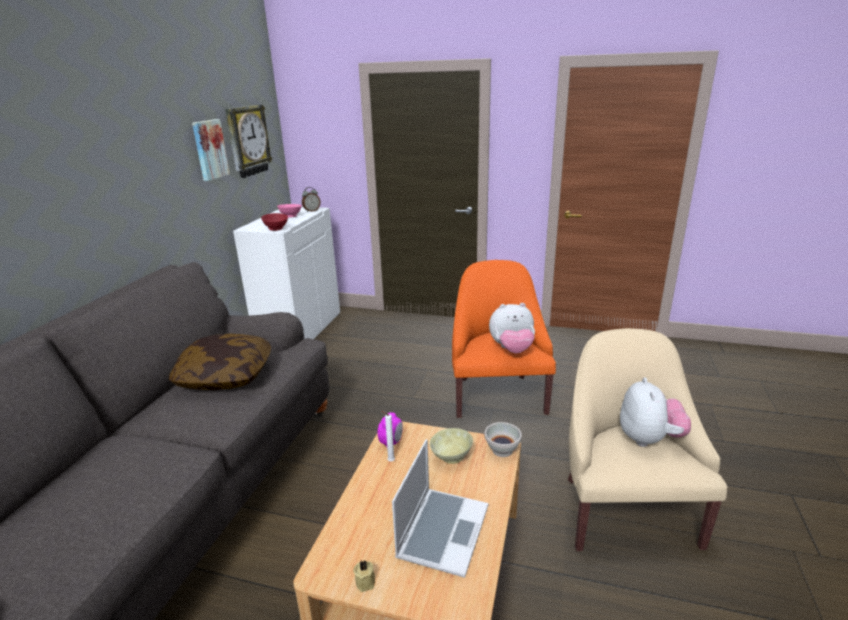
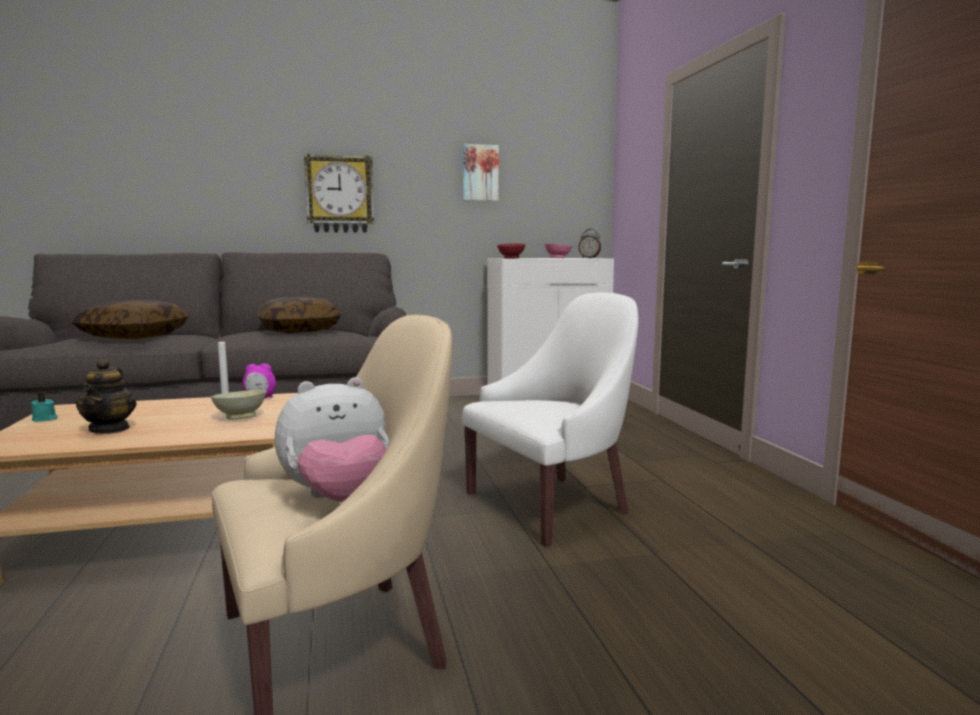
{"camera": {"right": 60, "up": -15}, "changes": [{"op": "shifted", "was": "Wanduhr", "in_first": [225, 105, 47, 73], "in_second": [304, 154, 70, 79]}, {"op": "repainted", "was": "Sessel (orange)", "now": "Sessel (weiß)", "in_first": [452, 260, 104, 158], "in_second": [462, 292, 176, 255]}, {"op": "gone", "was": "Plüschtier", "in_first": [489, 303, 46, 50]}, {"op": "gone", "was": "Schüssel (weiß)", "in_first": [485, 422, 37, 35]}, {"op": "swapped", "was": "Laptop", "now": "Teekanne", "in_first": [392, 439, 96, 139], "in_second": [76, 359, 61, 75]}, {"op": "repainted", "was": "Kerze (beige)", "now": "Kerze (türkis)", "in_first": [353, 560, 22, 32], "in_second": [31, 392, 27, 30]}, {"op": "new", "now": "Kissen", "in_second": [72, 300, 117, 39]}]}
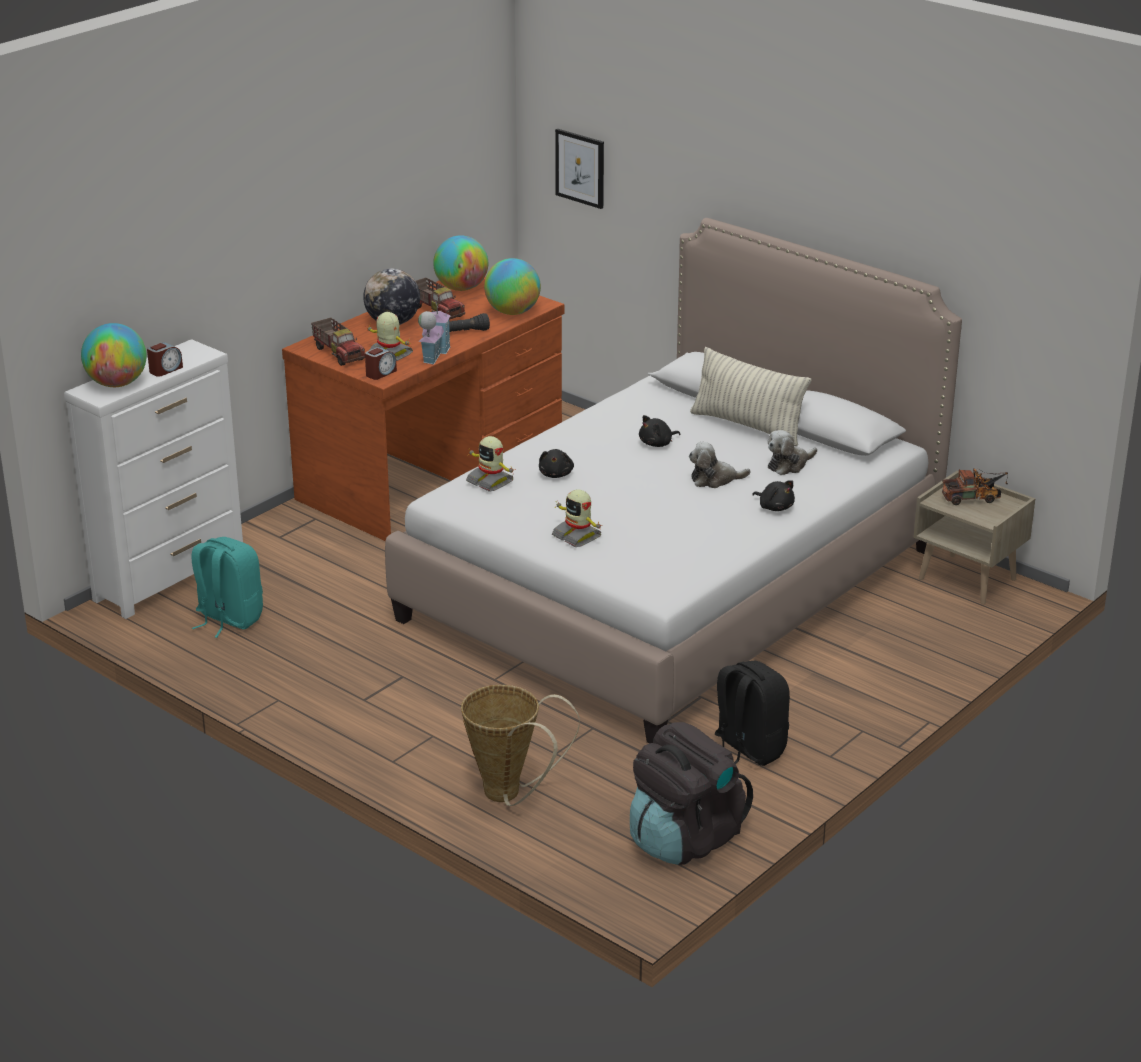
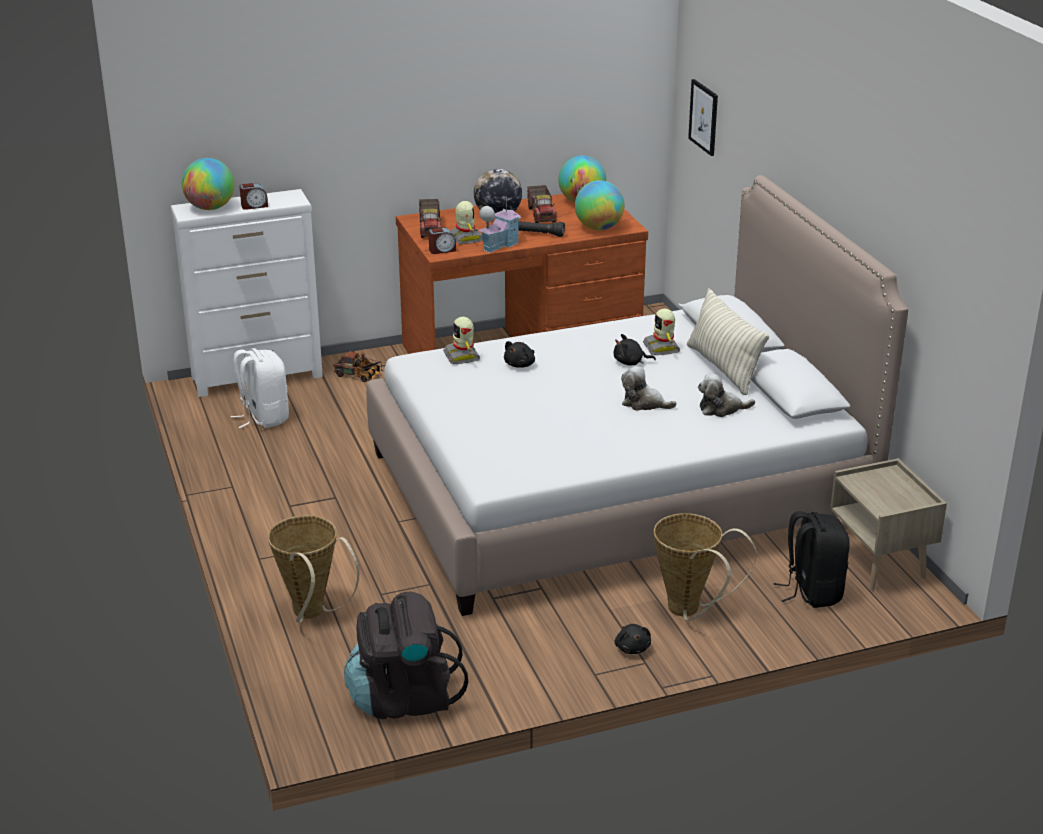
{"camera": {"right": 30, "up": 0}, "changes": [{"op": "shifted", "was": "Spielzeuglaster", "in_first": [942, 468, 66, 37], "in_second": [333, 350, 50, 32]}, {"op": "shifted", "was": "Plüschtier (schwarz)", "in_first": [752, 480, 43, 31], "in_second": [615, 624, 36, 30]}, {"op": "shifted", "was": "Spielzeugroboter", "in_first": [552, 489, 50, 58], "in_second": [643, 309, 37, 46]}, {"op": "repainted", "was": "Rucksack (türkis)", "now": "Rucksack (weiß)", "in_first": [191, 537, 72, 101], "in_second": [231, 348, 58, 80]}, {"op": "shifted", "was": "Rucksack (schwarz)", "in_first": [715, 661, 75, 105], "in_second": [773, 511, 77, 97]}, {"op": "new", "now": "Korb", "in_second": [654, 513, 103, 108]}]}
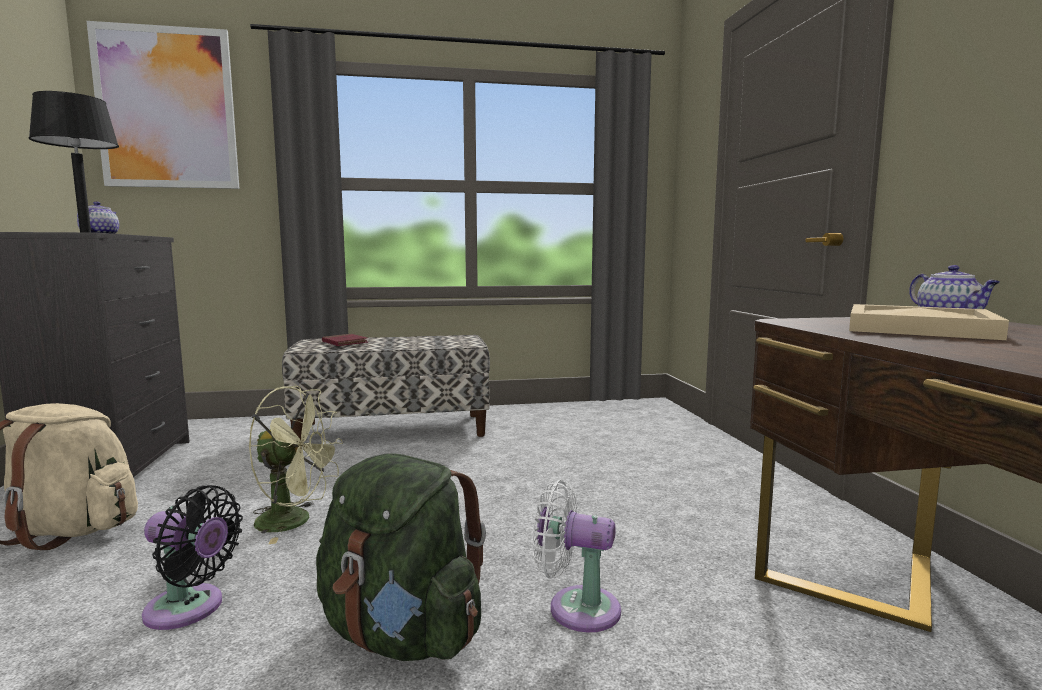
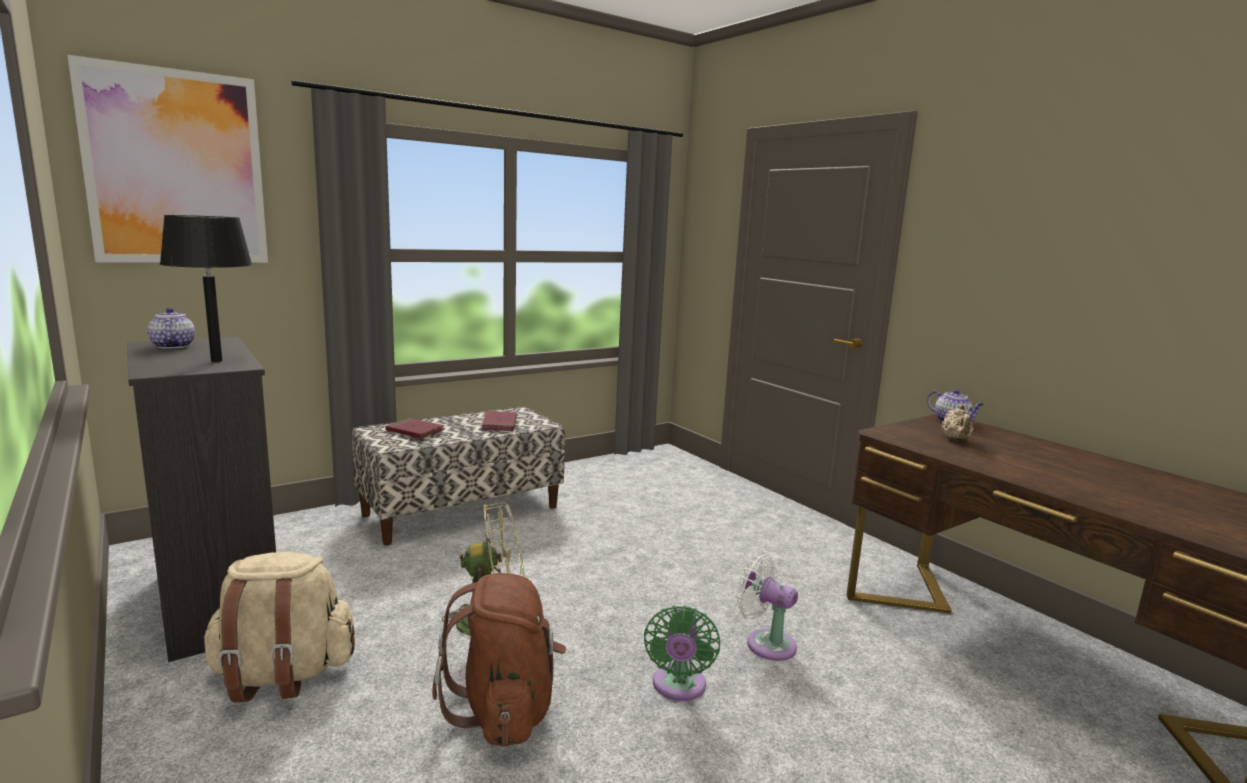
{"camera": {"right": -25, "up": 5}, "changes": [{"op": "swapped", "was": "Tablett (beige)", "now": "Teekanne (beige)", "in_first": [849, 304, 160, 36], "in_second": [942, 404, 31, 37]}, {"op": "swapped", "was": "Rucksack (grün)", "now": "Ventilator (grün)", "in_first": [316, 453, 170, 208], "in_second": [644, 605, 76, 96]}, {"op": "rotated", "was": "Ventilator (weiß)", "in_first": [533, 479, 88, 153], "in_second": [736, 554, 62, 107], "clockwise": 45}, {"op": "swapped", "was": "Ventilator (schwarz)", "now": "Rucksack (braun)", "in_first": [142, 485, 101, 145], "in_second": [432, 573, 135, 174]}, {"op": "new", "now": "Buch (rot)", "in_second": [482, 411, 35, 20]}]}
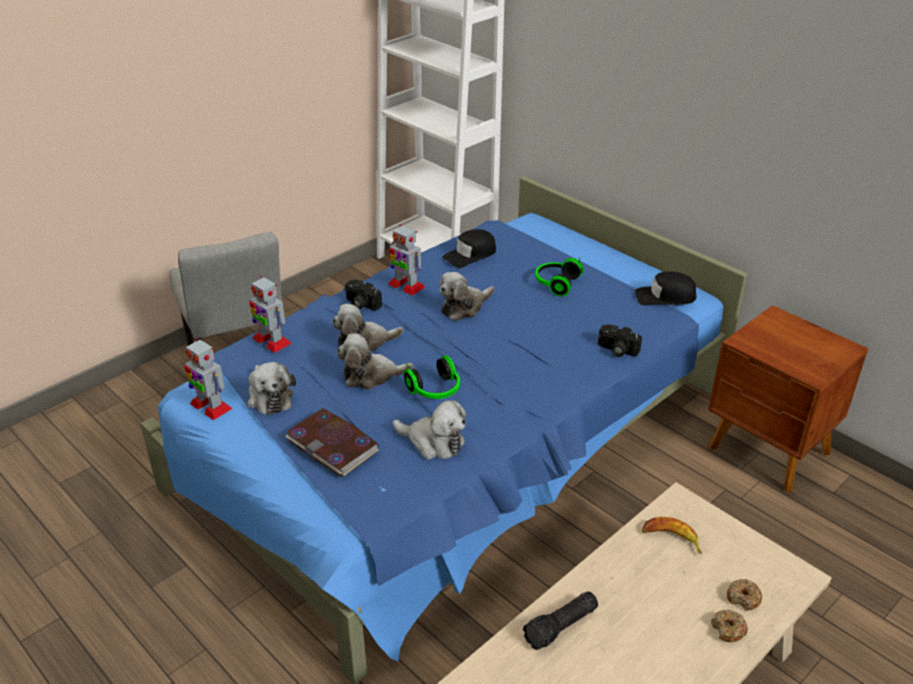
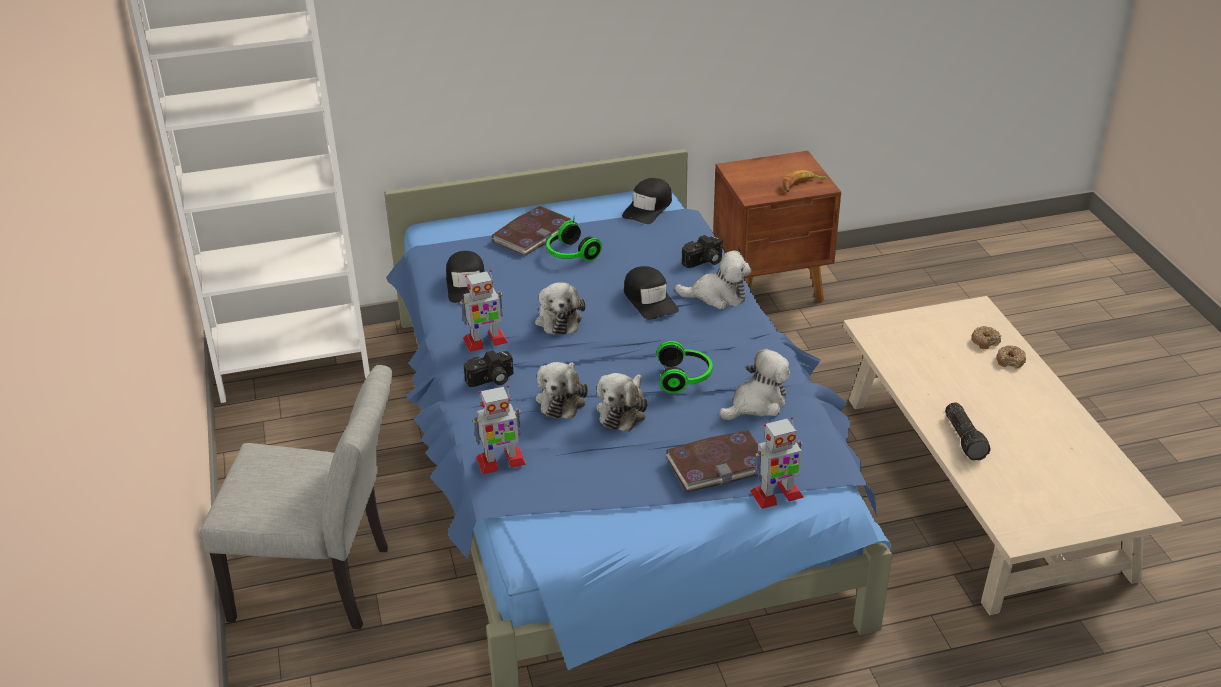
{"camera": {"right": -60, "up": 0}, "changes": [{"op": "shifted", "was": "Spielzeugroboter", "in_first": [184, 338, 49, 82], "in_second": [750, 417, 54, 92]}, {"op": "shifted", "was": "Plüschtier", "in_first": [247, 362, 49, 53], "in_second": [675, 250, 77, 59]}, {"op": "shifted", "was": "Banane", "in_first": [642, 517, 60, 37], "in_second": [782, 170, 45, 22]}, {"op": "new", "now": "Buch", "in_second": [492, 206, 79, 50]}, {"op": "new", "now": "Kappe (schwarz)", "in_second": [624, 266, 55, 54]}]}
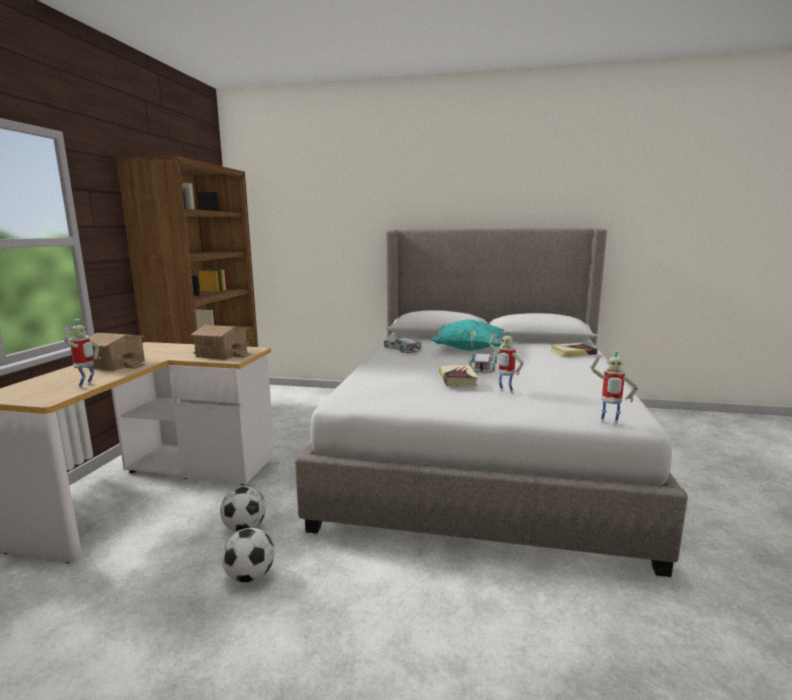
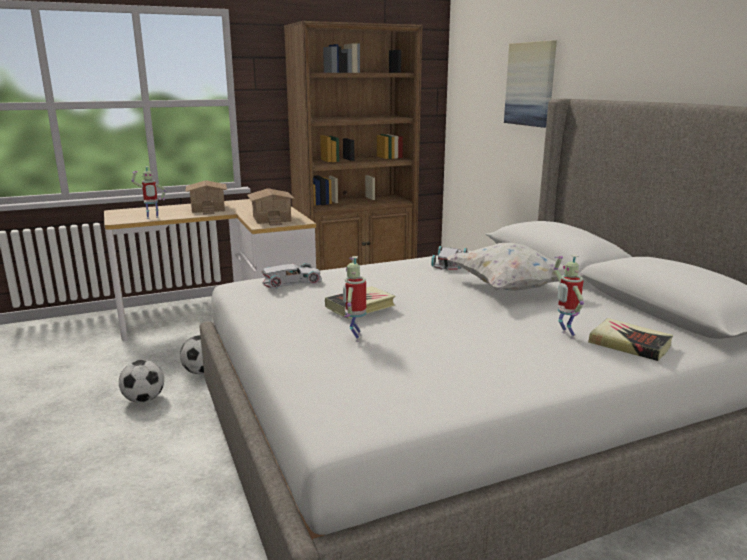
{"camera": {"right": 55, "up": 5}, "changes": [{"op": "repainted", "was": "Kissen (türkis)", "now": "Kissen (weiß)", "in_first": [430, 319, 74, 32], "in_second": [447, 243, 135, 48]}, {"op": "shifted", "was": "Spielzeugroboter", "in_first": [590, 350, 48, 73], "in_second": [554, 255, 30, 84]}, {"op": "shifted", "was": "Spielzeugauto (weiß)", "in_first": [469, 353, 28, 20], "in_second": [262, 263, 60, 26]}, {"op": "new", "now": "Bild", "in_second": [504, 40, 53, 88]}]}
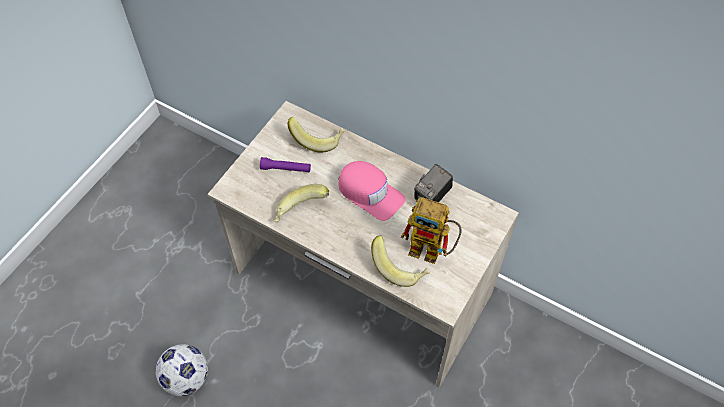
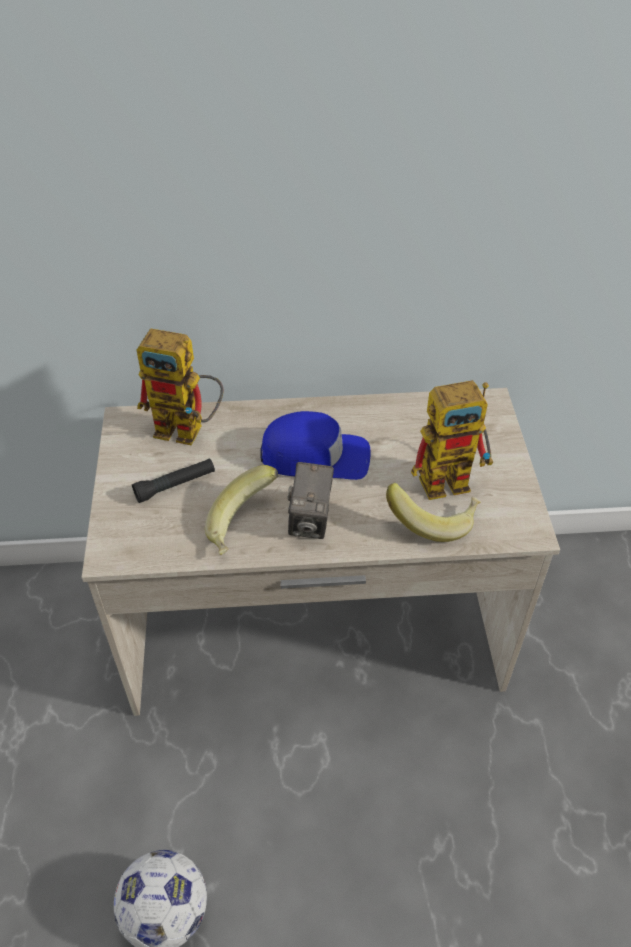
{"camera": {"right": -35, "up": -10}, "changes": [{"op": "swapped", "was": "Banane", "now": "Spielzeugroboter", "in_first": [288, 117, 57, 35], "in_second": [137, 329, 87, 117]}, {"op": "repainted", "was": "Taschenlampe (lila)", "now": "Taschenlampe (schwarz)", "in_first": [260, 157, 51, 16], "in_second": [132, 458, 83, 45]}, {"op": "repainted", "was": "Kappe (rosa)", "now": "Kappe (blau)", "in_first": [338, 161, 67, 60], "in_second": [260, 411, 110, 69]}, {"op": "shifted", "was": "Kamera", "in_first": [414, 164, 39, 38], "in_second": [287, 462, 47, 77]}]}
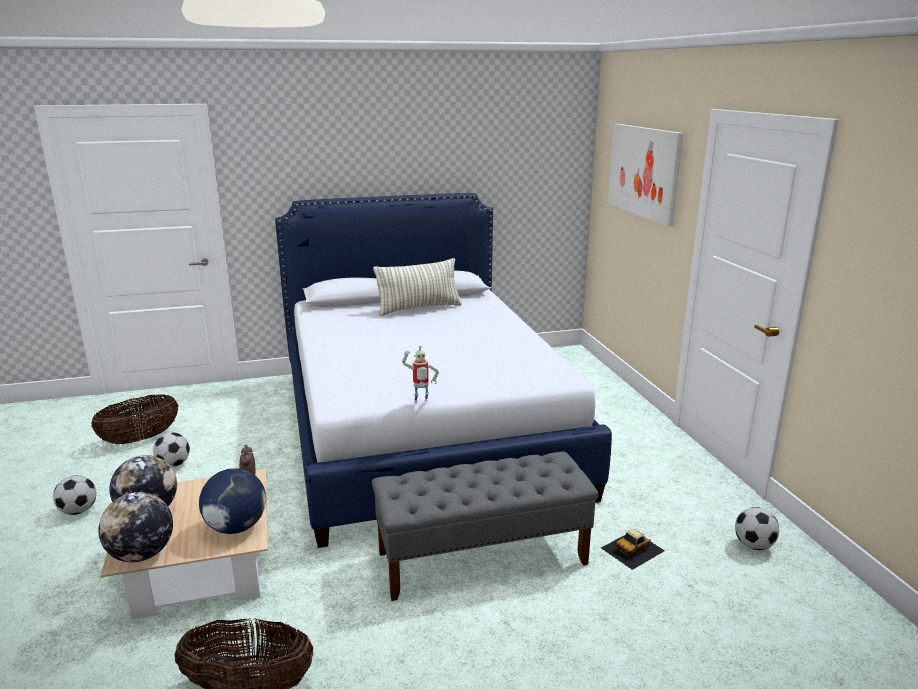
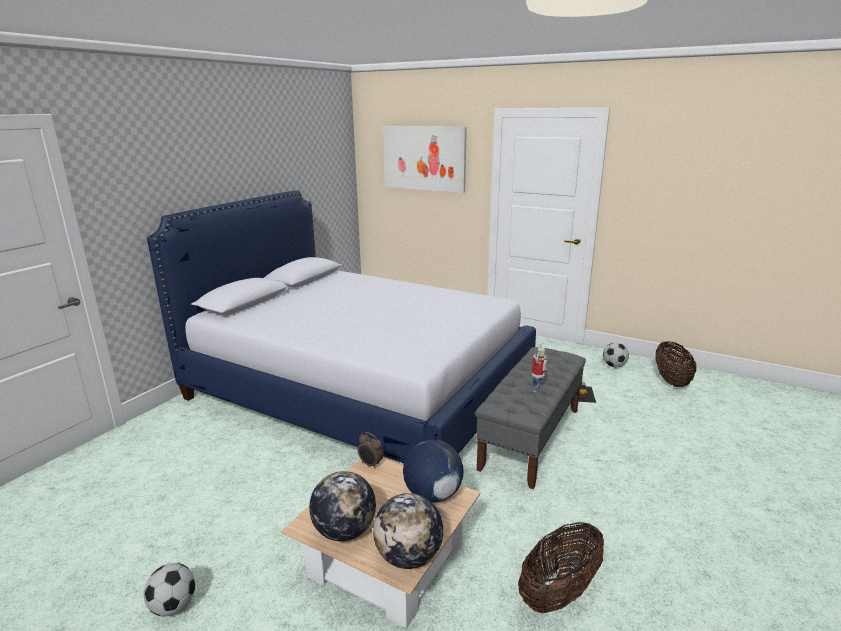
{"camera": {"right": -45, "up": 0}, "changes": [{"op": "gone", "was": "Kissen", "in_first": [373, 258, 89, 58]}, {"op": "shifted", "was": "Spielzeugroboter", "in_first": [402, 345, 37, 58], "in_second": [532, 343, 15, 49]}, {"op": "shifted", "was": "Korb", "in_first": [91, 394, 88, 50], "in_second": [655, 341, 41, 46]}, {"op": "gone", "was": "Fußball", "in_first": [153, 432, 37, 35]}]}
